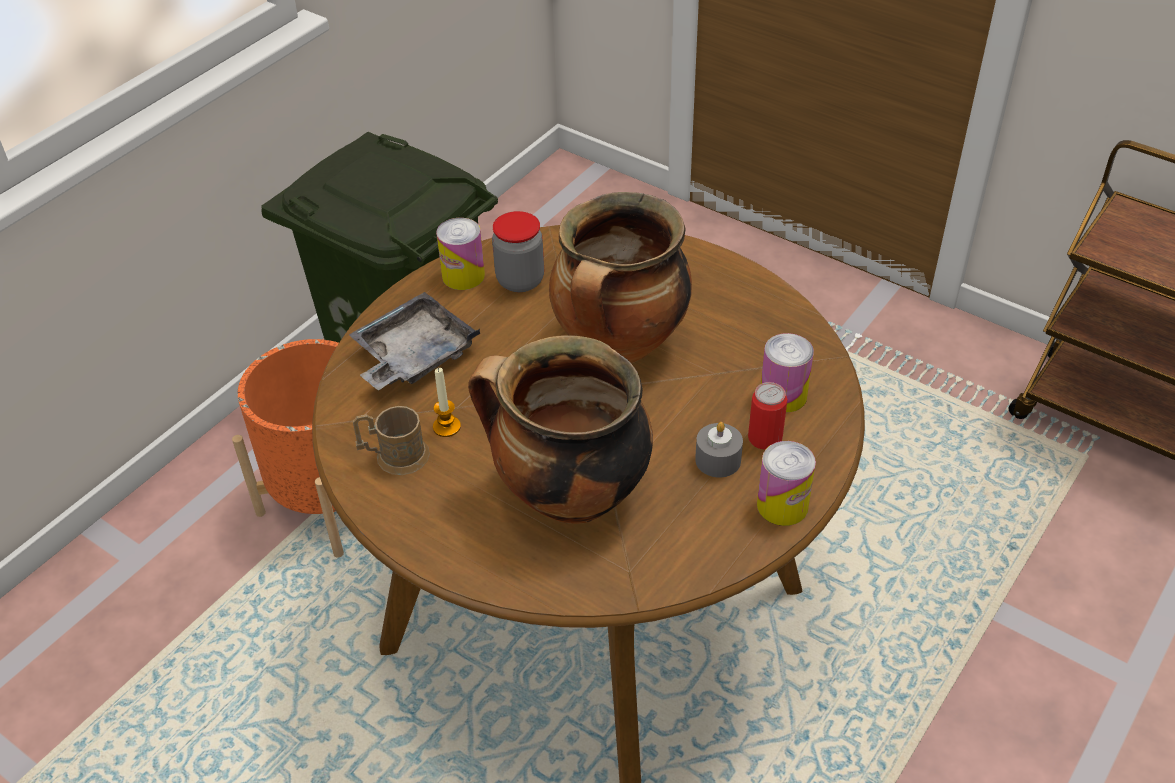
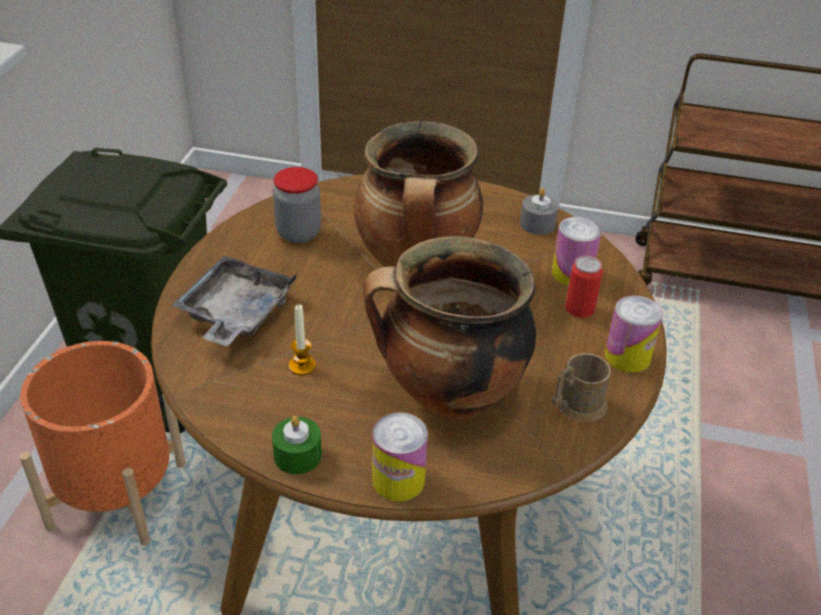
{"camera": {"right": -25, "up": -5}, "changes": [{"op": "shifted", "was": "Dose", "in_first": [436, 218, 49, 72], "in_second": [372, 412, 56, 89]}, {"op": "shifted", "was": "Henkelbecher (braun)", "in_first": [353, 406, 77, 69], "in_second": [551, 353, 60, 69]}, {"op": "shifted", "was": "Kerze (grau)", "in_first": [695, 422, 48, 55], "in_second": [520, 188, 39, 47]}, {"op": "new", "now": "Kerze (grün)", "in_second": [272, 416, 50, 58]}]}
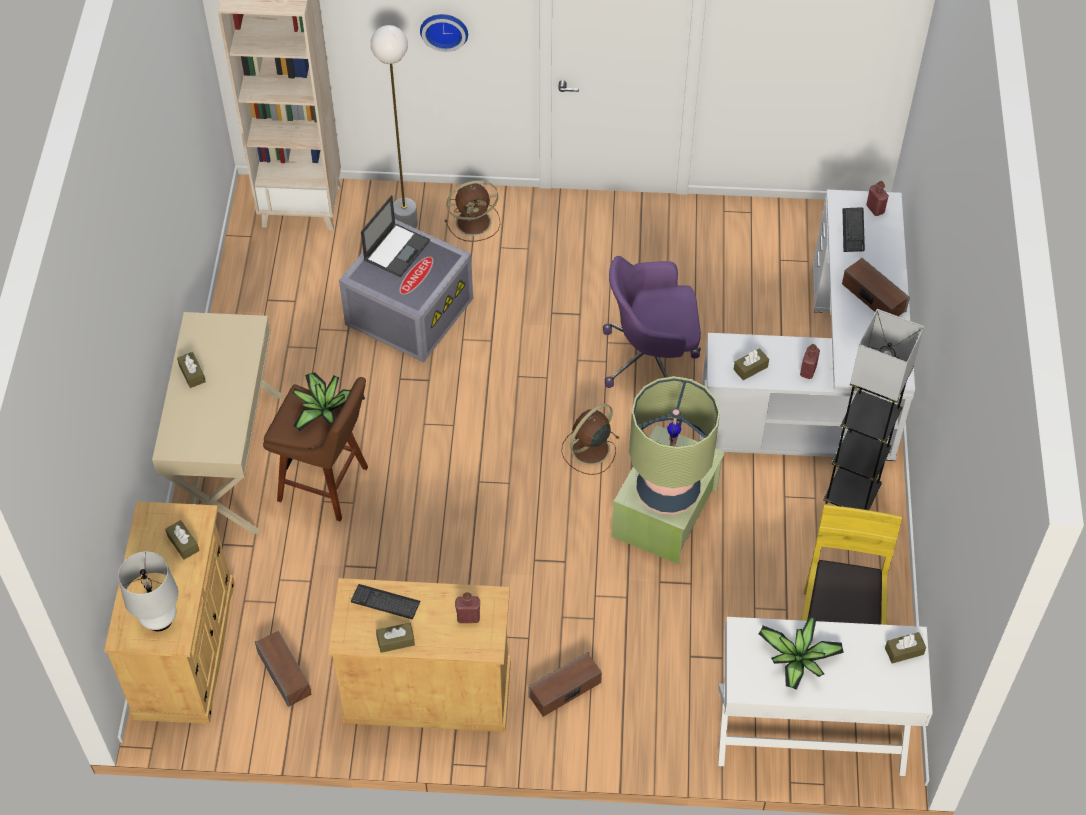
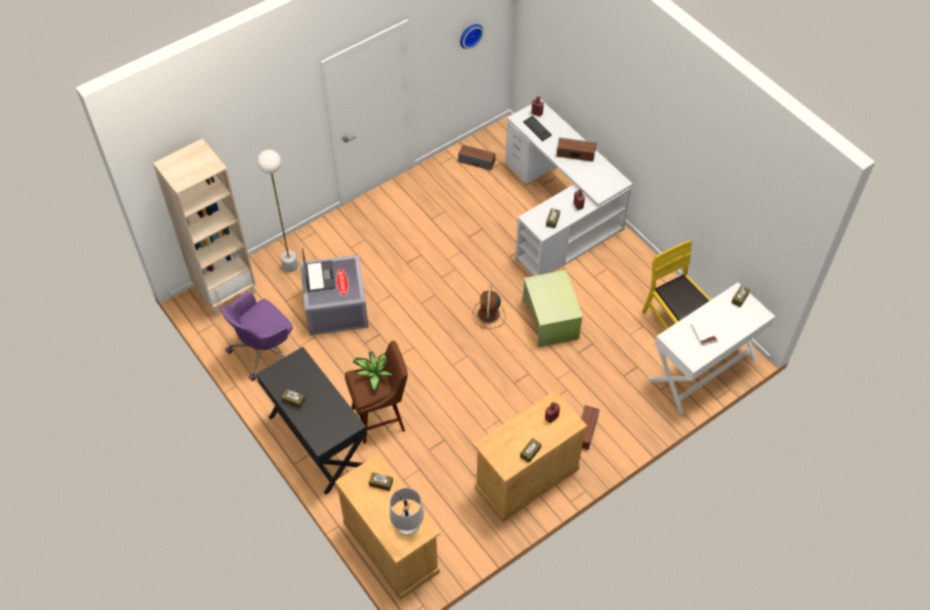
{"camera": {"right": -40, "up": 0}, "changes": [{"op": "shifted", "was": "Wanduhr", "in_first": [420, 14, 48, 38], "in_second": [460, 24, 24, 25]}, {"op": "gone", "was": "Ventilator (braun)", "in_first": [445, 180, 55, 62]}, {"op": "shifted", "was": "Bürostuhl (lila)", "in_first": [603, 256, 98, 132], "in_second": [221, 291, 71, 90]}, {"op": "gone", "was": "Stehlampe (grau)", "in_first": [823, 309, 102, 201]}, {"op": "repainted", "was": "Schreibtisch (beige)", "now": "Schreibtisch (schwarz)", "in_first": [152, 312, 130, 222], "in_second": [256, 347, 111, 148]}, {"op": "gone", "was": "Tischlampe", "in_first": [629, 376, 91, 138]}, {"op": "gone", "was": "Tastatur", "in_first": [351, 584, 70, 35]}, {"op": "swapped", "was": "Topfpflanze", "now": "Buch (weiß)", "in_first": [759, 616, 85, 74], "in_second": [691, 319, 27, 27]}, {"op": "shifted", "was": "Lautsprecher", "in_first": [255, 631, 57, 76], "in_second": [458, 145, 37, 25]}]}
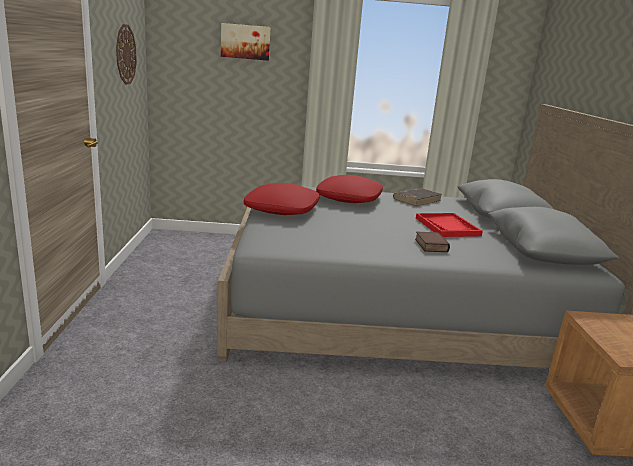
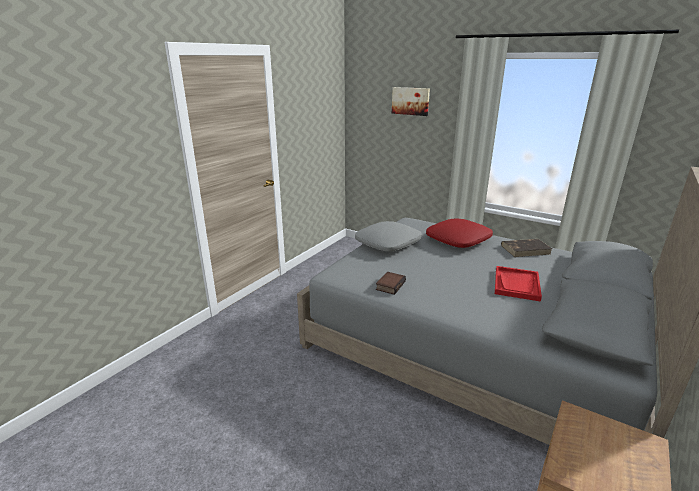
{"camera": {"right": 35, "up": 5}, "changes": [{"op": "gone", "was": "Wanduhr", "in_first": [116, 24, 21, 61]}, {"op": "repainted", "was": "Kissen (rot)", "now": "Kissen (grau)", "in_first": [244, 183, 75, 32], "in_second": [355, 221, 67, 31]}, {"op": "shifted", "was": "Buch", "in_first": [415, 232, 35, 20], "in_second": [376, 272, 30, 23]}]}
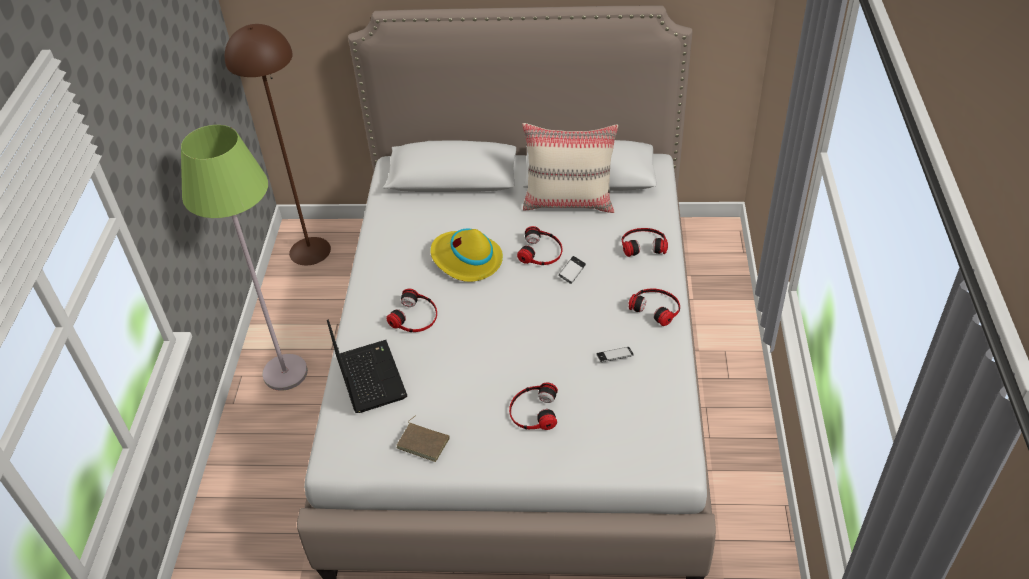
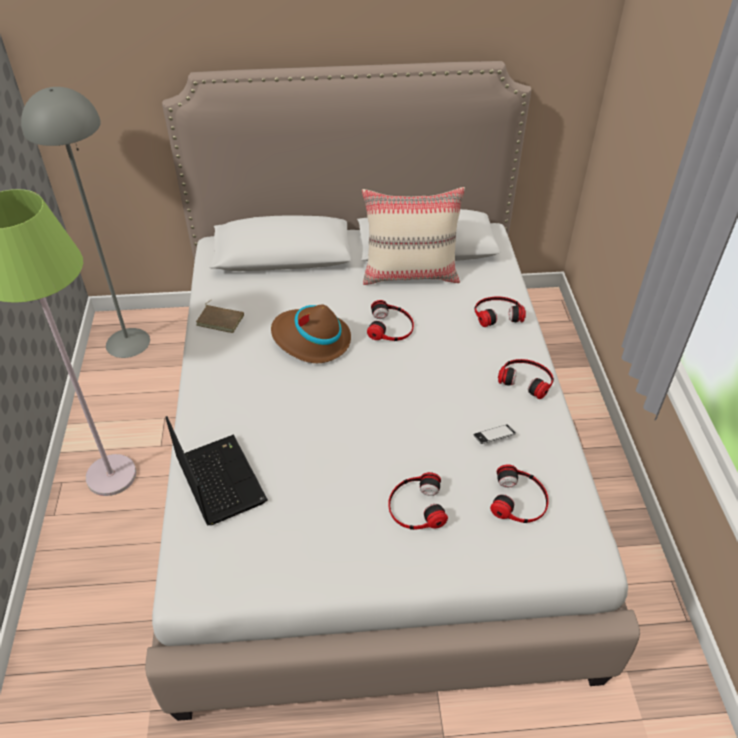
{"camera": {"right": -10, "up": 0}, "changes": [{"op": "repainted", "was": "Stehlampe (braun)", "now": "Stehlampe (grau)", "in_first": [225, 24, 106, 241], "in_second": [21, 87, 129, 271]}, {"op": "repainted", "was": "Hut (gelb)", "now": "Hut (braun)", "in_first": [430, 229, 73, 53], "in_second": [271, 305, 80, 58]}, {"op": "gone", "was": "Handy", "in_first": [558, 256, 28, 28]}, {"op": "shifted", "was": "Kopfhörer", "in_first": [386, 289, 51, 43], "in_second": [490, 464, 59, 59]}, {"op": "shifted", "was": "Buch (braun)", "in_first": [396, 416, 53, 46], "in_second": [196, 300, 48, 33]}]}
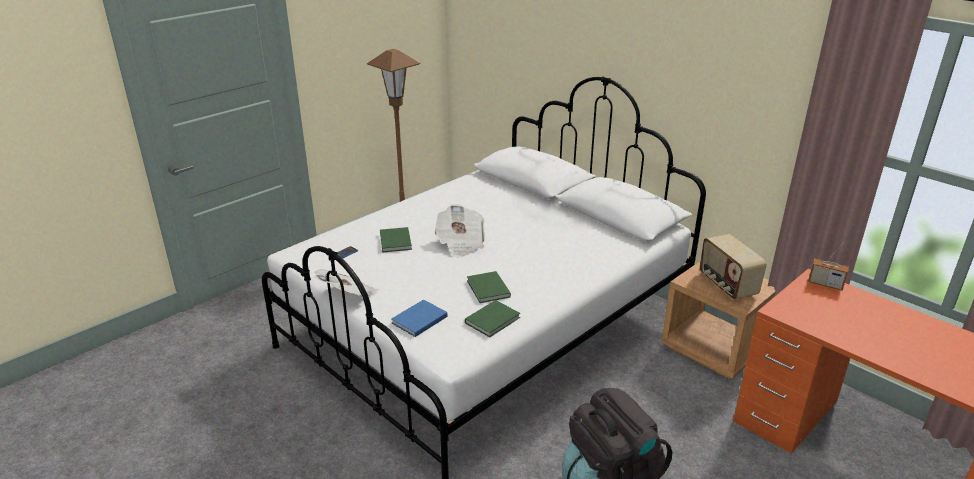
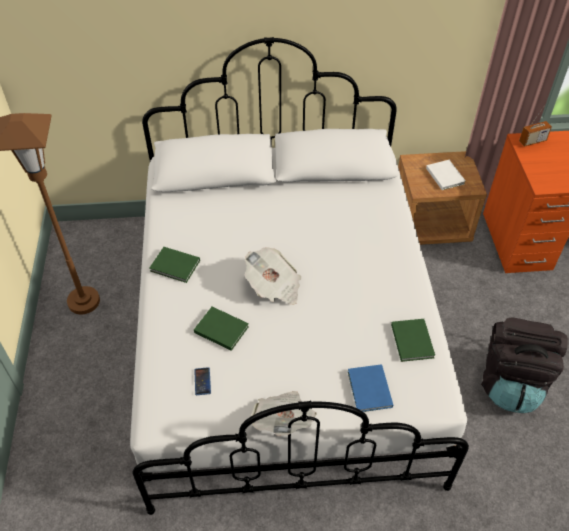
{"camera": {"right": -50, "up": 20}, "changes": [{"op": "swapped", "was": "Radio", "now": "Buch (weiß)", "in_first": [700, 234, 67, 65], "in_second": [426, 160, 40, 30]}, {"op": "shifted", "was": "Buch (grün)", "in_first": [467, 271, 44, 32], "in_second": [149, 247, 51, 36]}]}
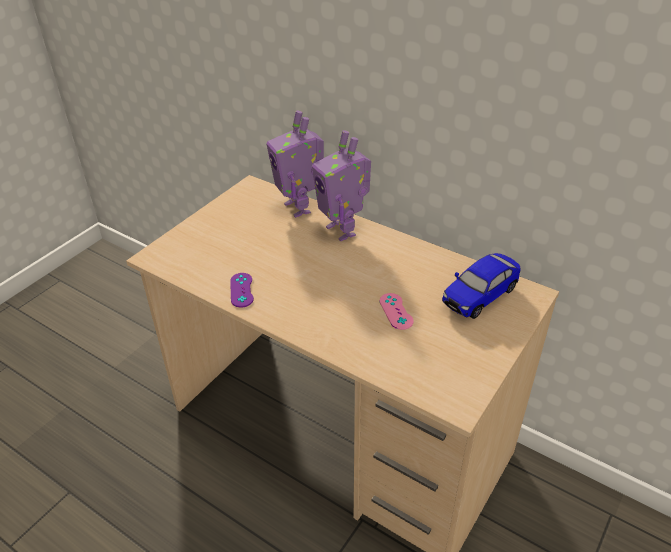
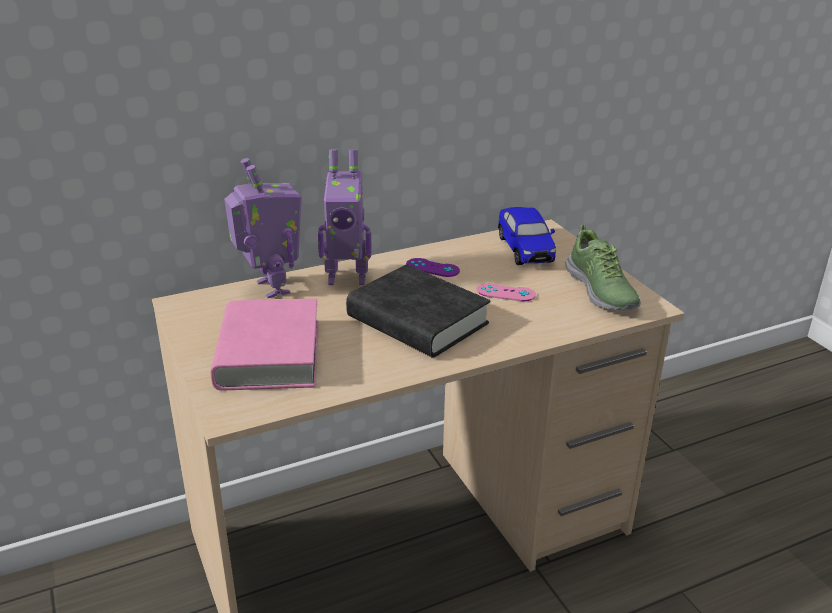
{"camera": {"right": -60, "up": -10}, "changes": [{"op": "rotated", "was": "Spielzeugroboter", "in_first": [266, 111, 58, 107], "in_second": [224, 158, 78, 140], "clockwise": -120}, {"op": "shifted", "was": "Gamepad (lila)", "in_first": [230, 273, 24, 34], "in_second": [406, 258, 54, 19]}, {"op": "new", "now": "Schuh", "in_second": [565, 225, 76, 86]}, {"op": "new", "now": "Buch (schwarz)", "in_second": [346, 264, 144, 94]}, {"op": "new", "now": "Buch (rosa)", "in_second": [210, 298, 109, 93]}]}
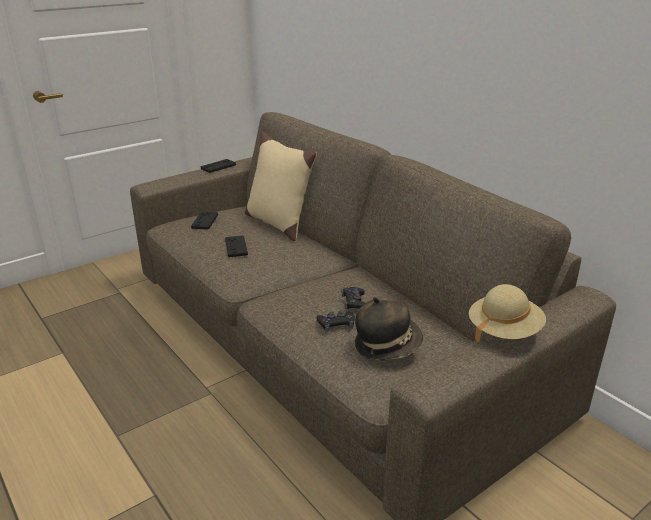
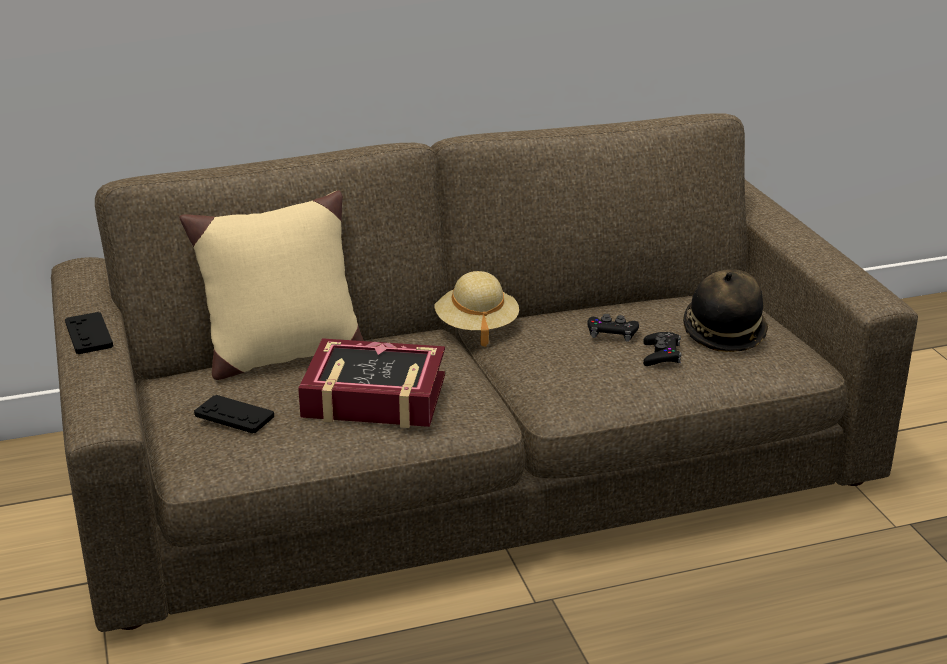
{"camera": {"right": -70, "up": 0}, "changes": [{"op": "swapped", "was": "Gamepad (schwarz)", "now": "Buch", "in_first": [225, 236, 23, 21], "in_second": [298, 338, 147, 90]}, {"op": "shifted", "was": "Hut (beige)", "in_first": [469, 284, 77, 59], "in_second": [435, 271, 84, 76]}]}
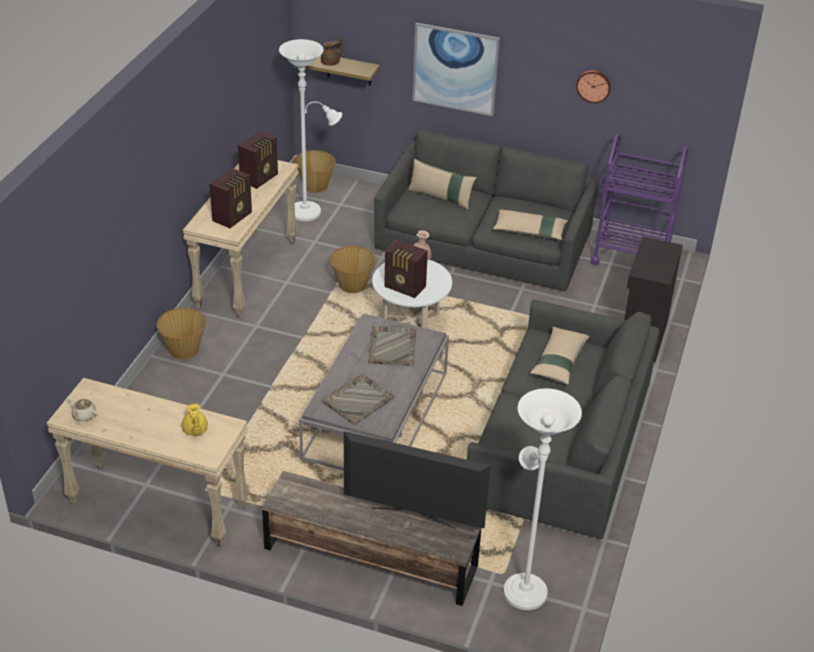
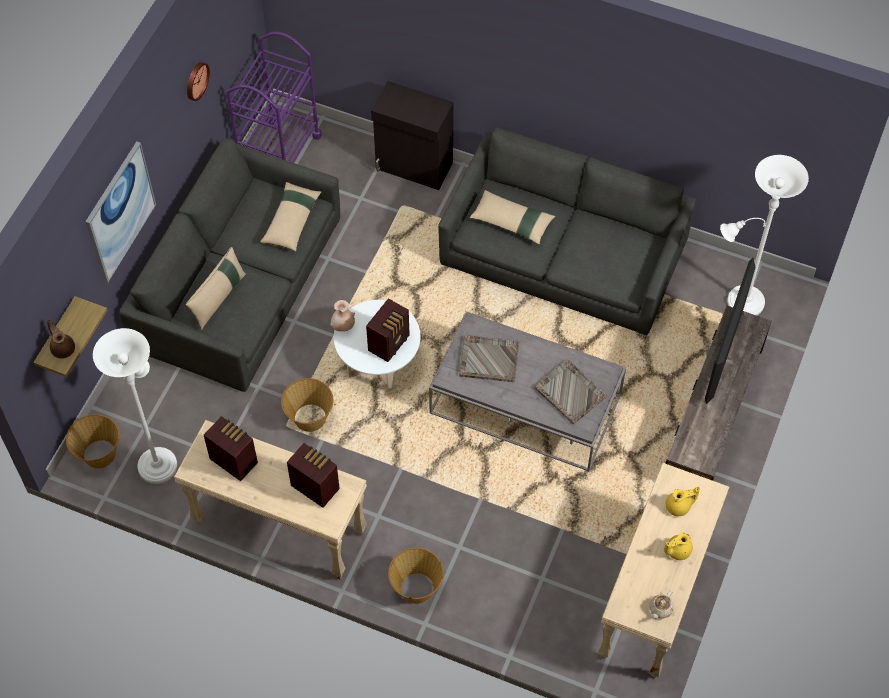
{"camera": {"right": -85, "up": 20}, "changes": [{"op": "new", "now": "Teekanne (gelb)", "in_second": [664, 532, 29, 28]}]}
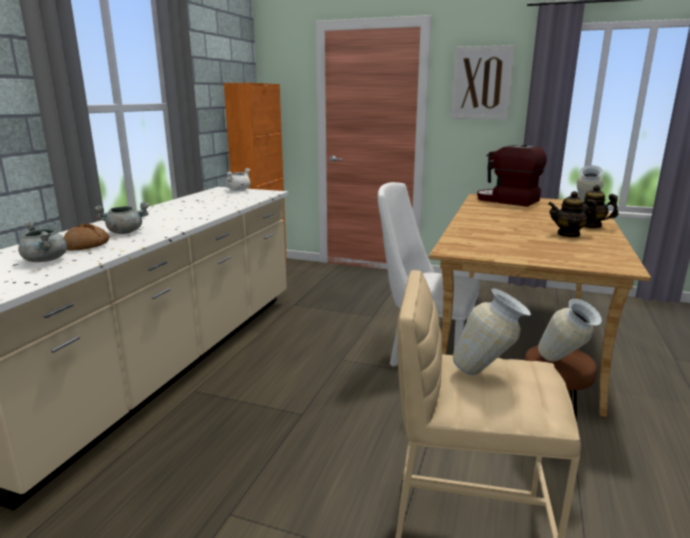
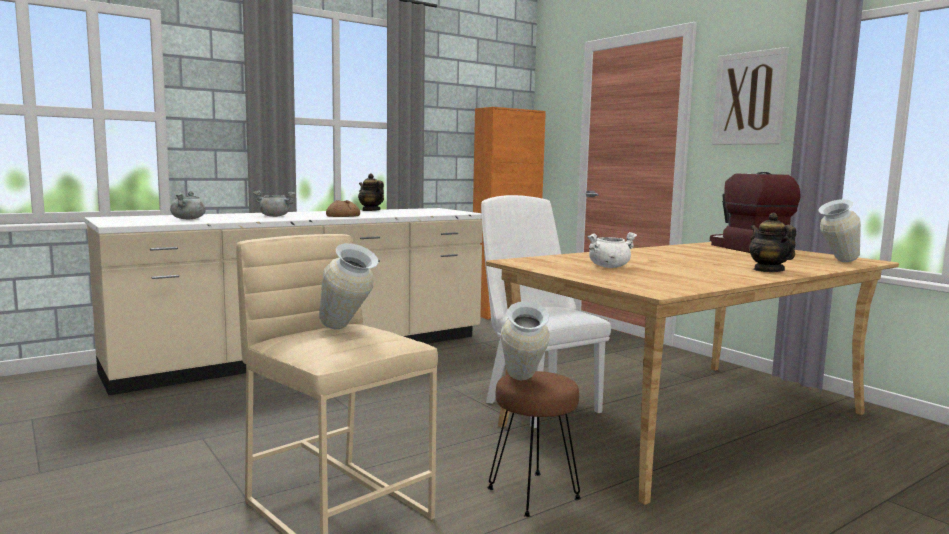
{"camera": {"right": 35, "up": -10}, "changes": [{"op": "shifted", "was": "Kochtopf (weiß)", "in_first": [226, 168, 24, 23], "in_second": [588, 232, 49, 36]}, {"op": "shifted", "was": "Teekanne", "in_first": [548, 191, 49, 46], "in_second": [358, 174, 26, 37]}, {"op": "shifted", "was": "Brot", "in_first": [63, 224, 46, 27], "in_second": [326, 200, 34, 17]}]}
